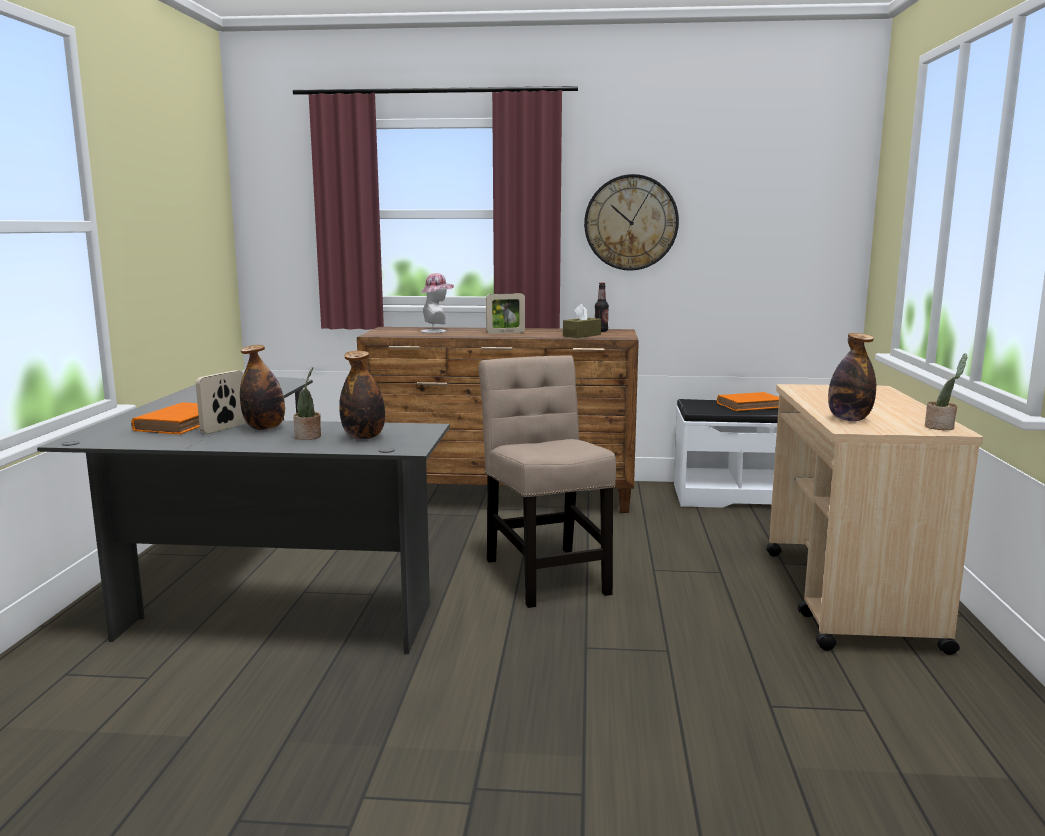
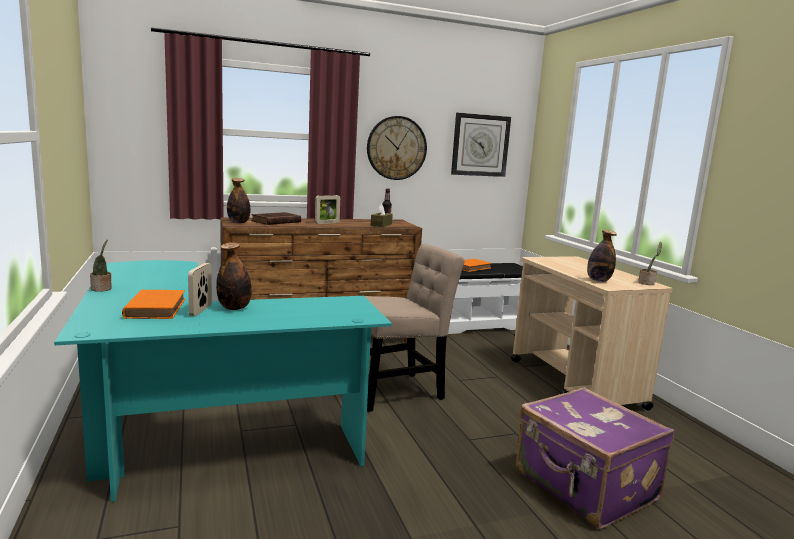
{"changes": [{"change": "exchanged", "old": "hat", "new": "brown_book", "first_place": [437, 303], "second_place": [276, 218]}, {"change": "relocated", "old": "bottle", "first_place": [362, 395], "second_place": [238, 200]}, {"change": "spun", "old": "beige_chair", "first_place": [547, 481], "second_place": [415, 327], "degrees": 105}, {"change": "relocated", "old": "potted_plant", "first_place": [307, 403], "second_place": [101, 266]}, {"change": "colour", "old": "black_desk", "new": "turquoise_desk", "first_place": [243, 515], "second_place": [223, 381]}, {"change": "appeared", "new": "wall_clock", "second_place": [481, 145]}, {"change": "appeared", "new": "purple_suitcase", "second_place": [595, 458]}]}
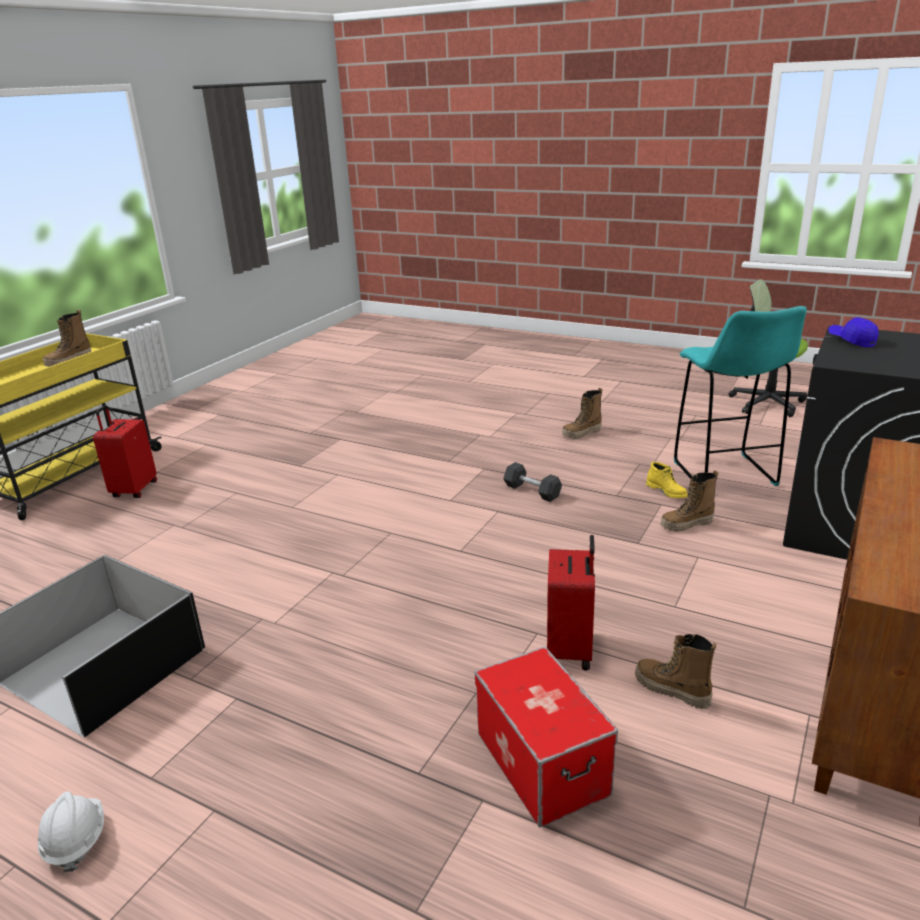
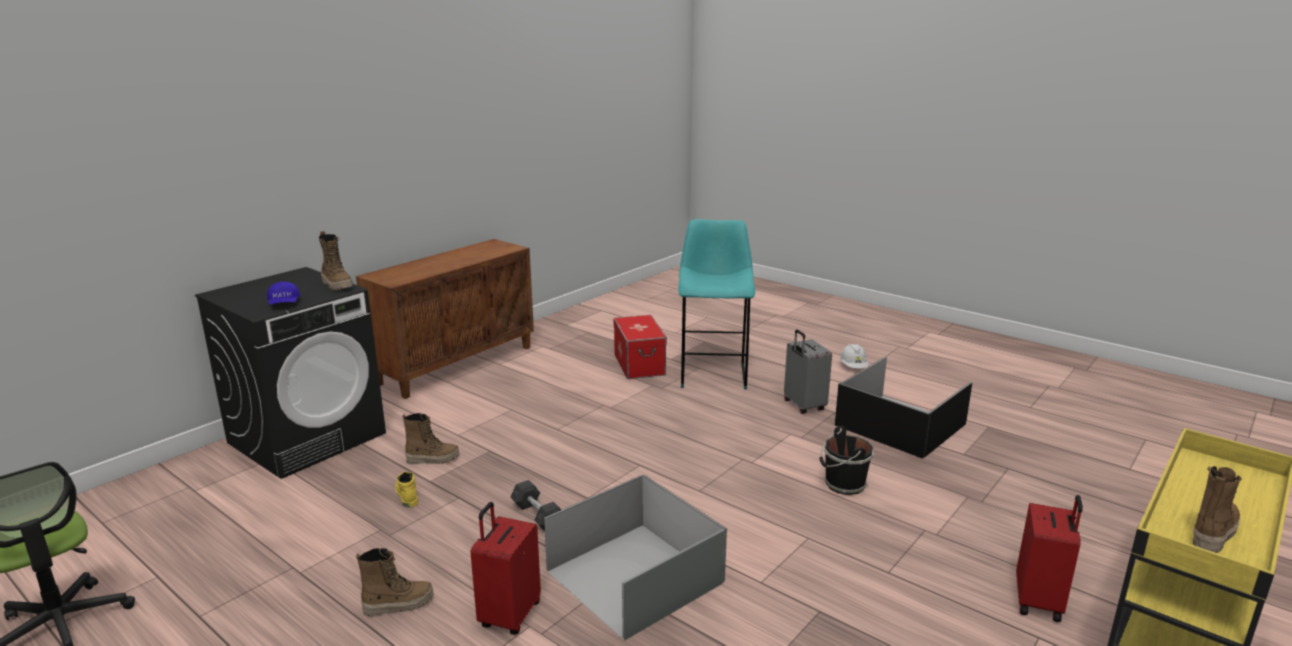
{"changes": [{"change": "relocated", "old": "turquoise_stool", "first_place": [740, 396], "second_place": [717, 304]}, {"change": "relocated", "old": "red_suitcase", "first_place": [571, 603], "second_place": [505, 568]}, {"change": "relocated", "old": "boot", "first_place": [675, 671], "second_place": [336, 260]}, {"change": "appeared", "new": "grey_suitcase", "second_place": [808, 371]}, {"change": "appeared", "new": "black_bucket", "second_place": [847, 460]}, {"change": "appeared", "new": "grey_storage_box", "second_place": [635, 557]}]}
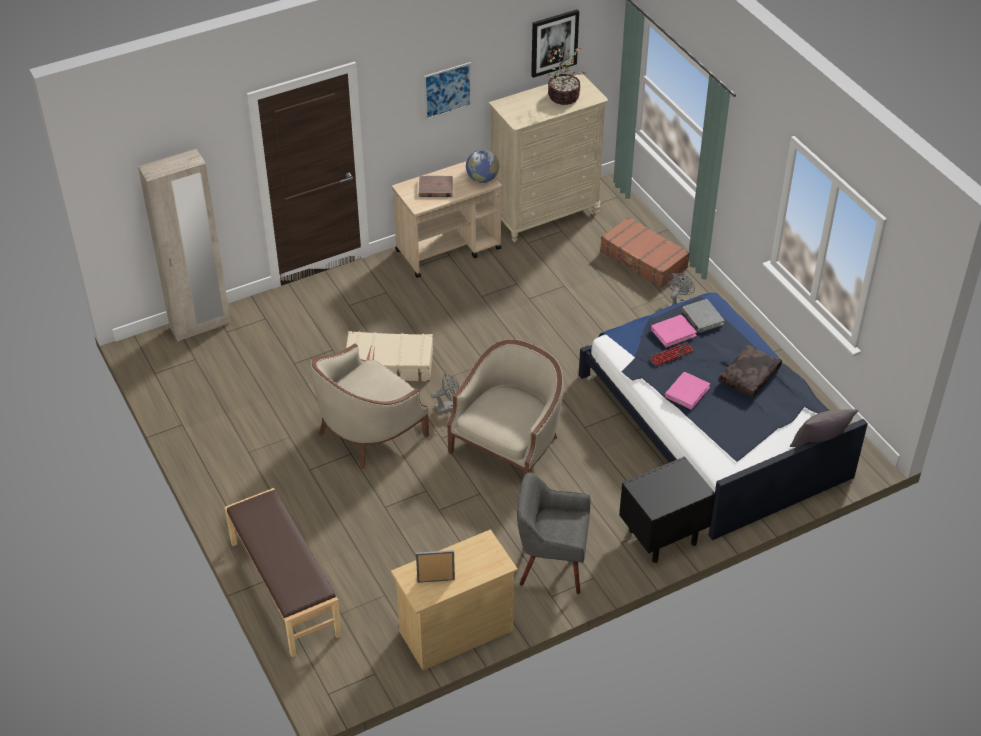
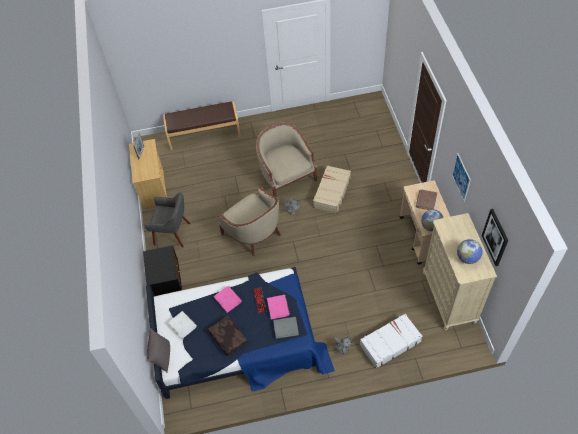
{"changes": [{"change": "exchanged", "old": "potted_plant", "new": "globe", "first_place": [566, 76], "second_place": [469, 251]}, {"change": "missing", "old": "beige_wardrobe", "first_place": [184, 245]}, {"change": "colour", "old": "brown_suitcase", "new": "white_suitcase", "first_place": [645, 252], "second_place": [391, 341]}, {"change": "spun", "old": "grey_armchair", "first_place": [554, 533], "second_place": [167, 220], "degrees": 75}, {"change": "appeared", "new": "white_book", "second_place": [182, 325]}]}
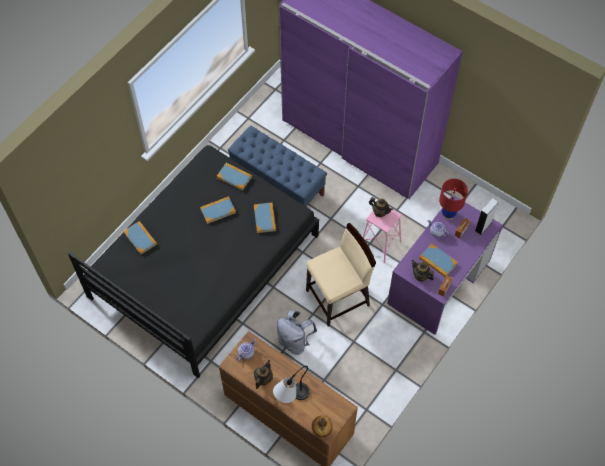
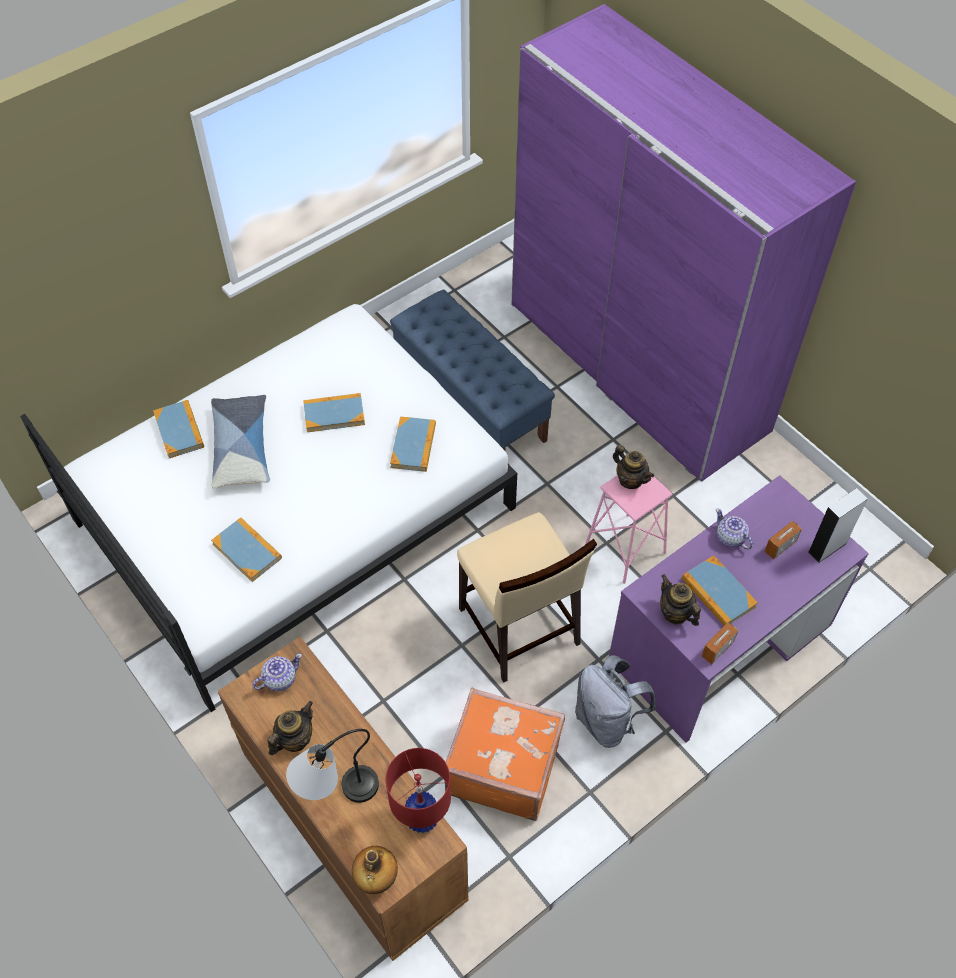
{"changes": [{"change": "colour", "old": "black_bed", "new": "white_bed", "first_place": [193, 261], "second_place": [268, 508]}, {"change": "relocated", "old": "book", "first_place": [234, 177], "second_place": [246, 549]}, {"change": "relocated", "old": "red_table_lamp", "first_place": [453, 199], "second_place": [418, 791]}, {"change": "spun", "old": "beige_chair", "first_place": [341, 274], "second_place": [527, 597], "degrees": 75}, {"change": "relocated", "old": "grey_backpack", "first_place": [297, 332], "second_place": [615, 701]}, {"change": "appeared", "new": "pillow", "second_place": [240, 442]}, {"change": "appeared", "new": "orange_suitcase", "second_place": [505, 754]}]}
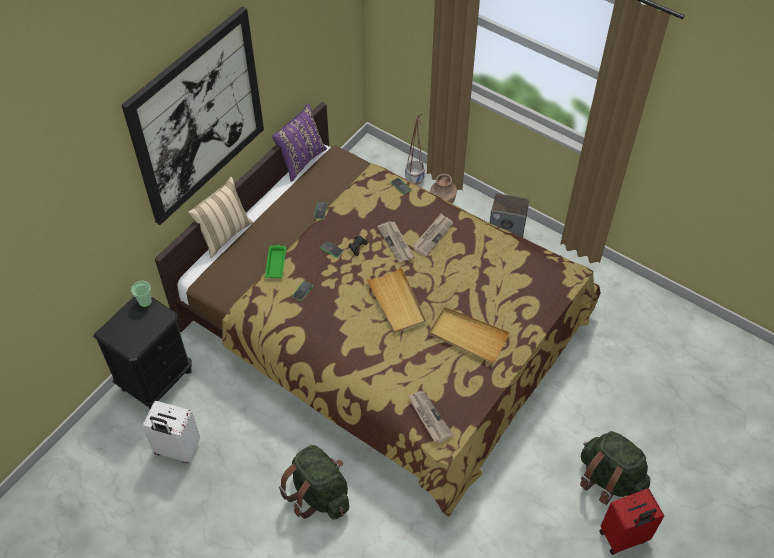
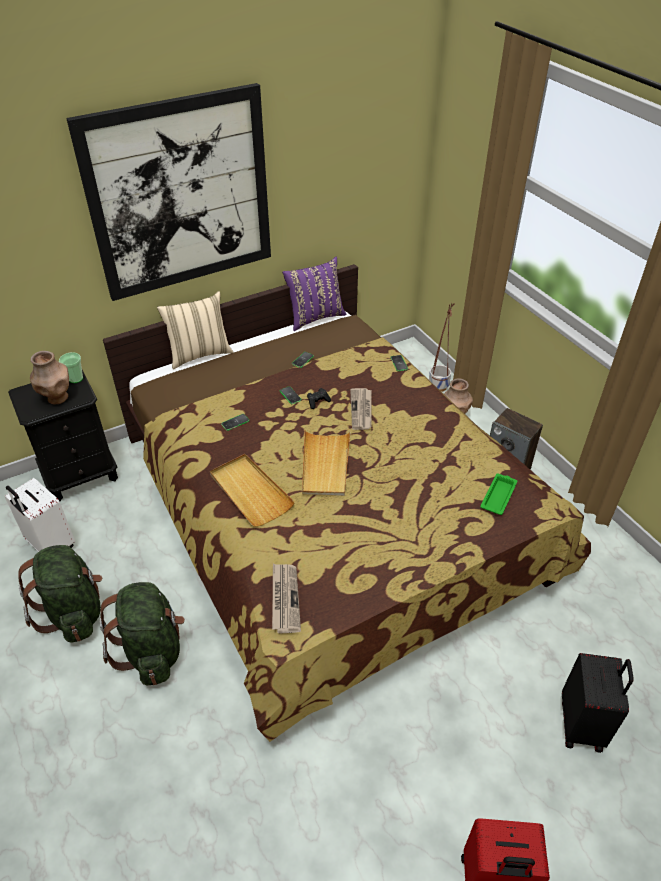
{"changes": [{"change": "missing", "old": "newspaper", "first_place": [433, 235]}, {"change": "relocated", "old": "green_tray", "first_place": [275, 261], "second_place": [498, 494]}, {"change": "relocated", "old": "beige_tray", "first_place": [469, 335], "second_place": [252, 490]}, {"change": "relocated", "old": "green_backpack", "first_place": [615, 468], "second_place": [60, 593]}, {"change": "appeared", "new": "brown_vase", "second_place": [49, 377]}, {"change": "appeared", "new": "black_suitcase", "second_place": [597, 703]}]}
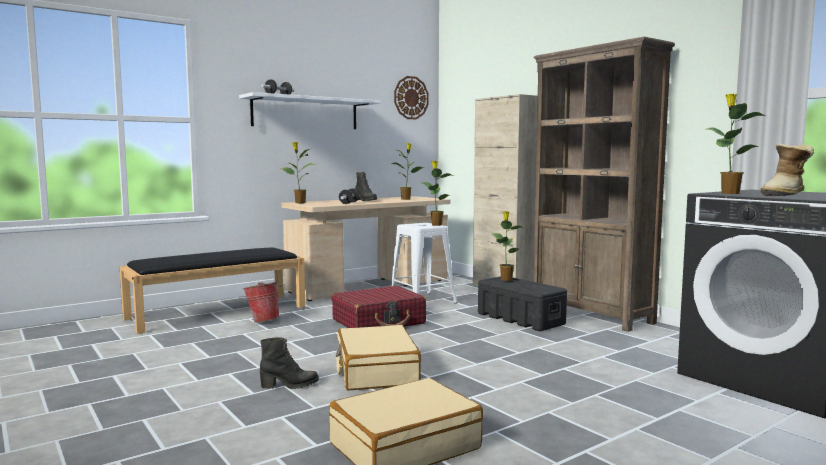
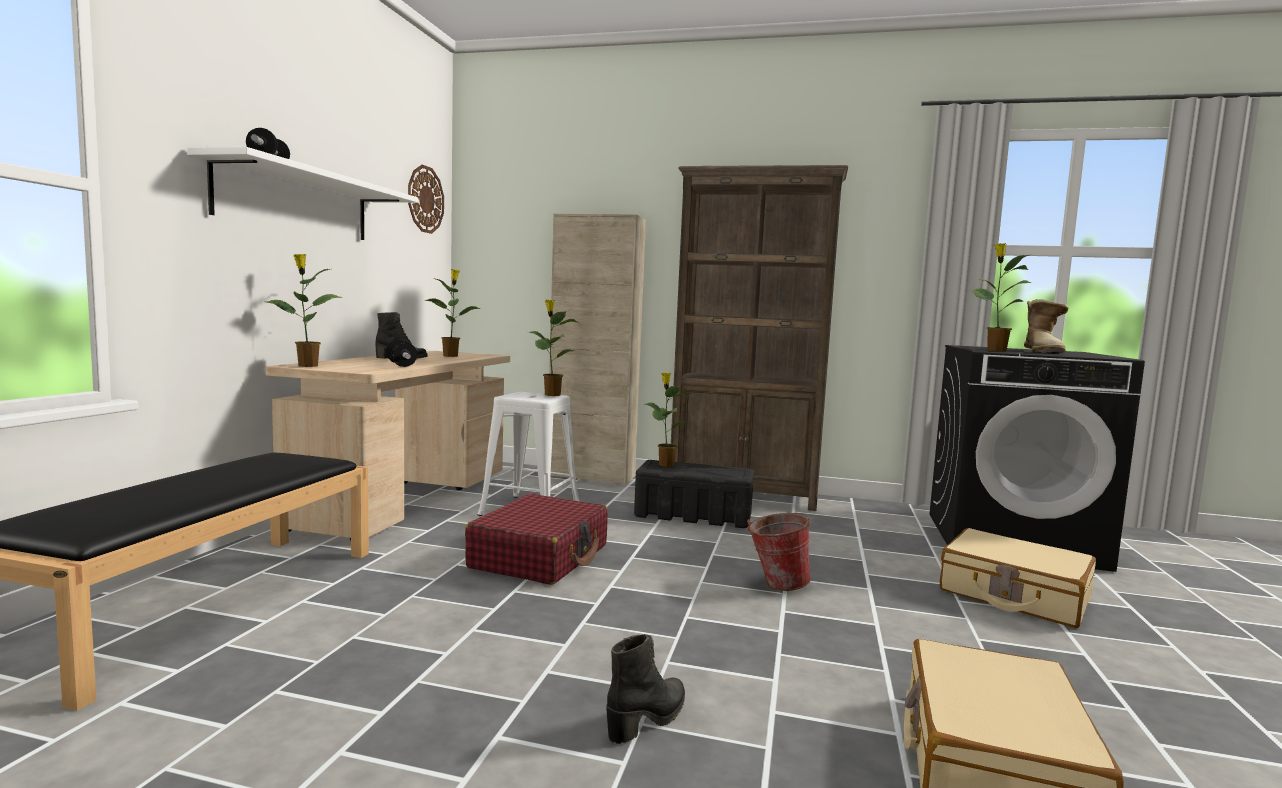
{"changes": [{"change": "relocated", "old": "bucket", "first_place": [262, 302], "second_place": [780, 552]}, {"change": "relocated", "old": "beige_suitcase", "first_place": [378, 357], "second_place": [1018, 578]}]}
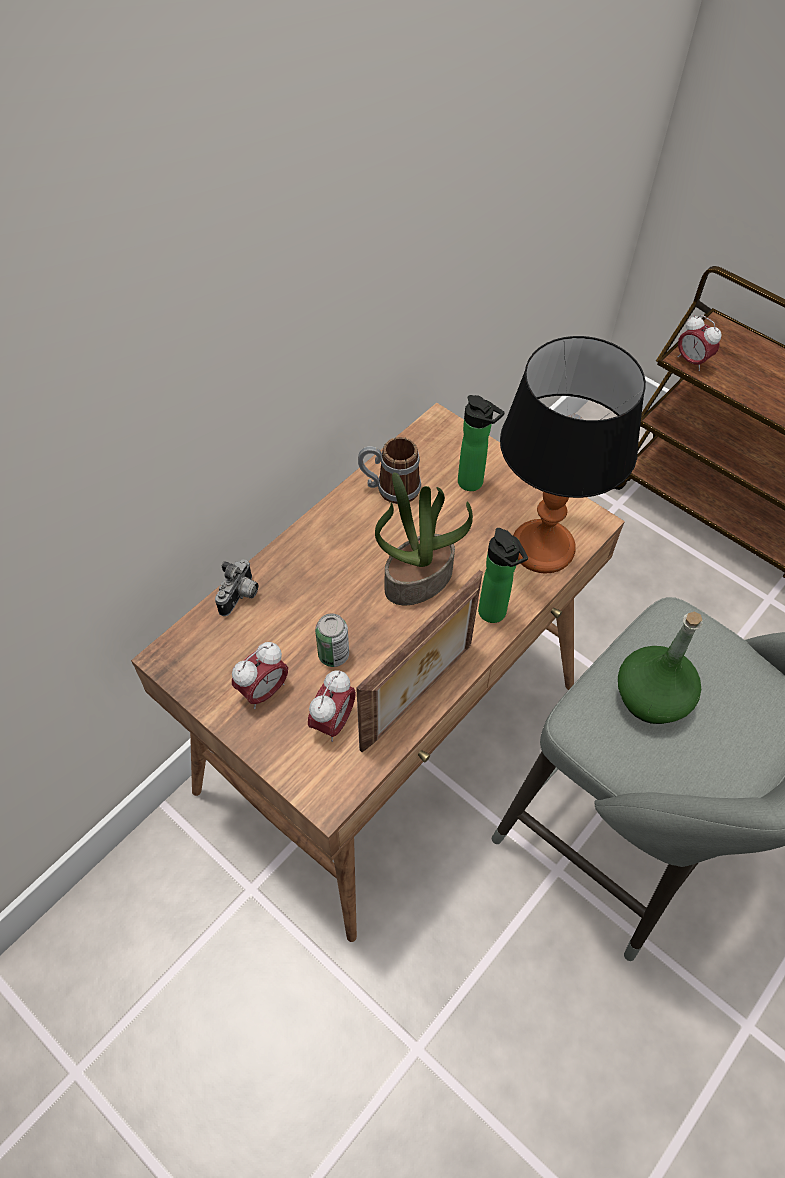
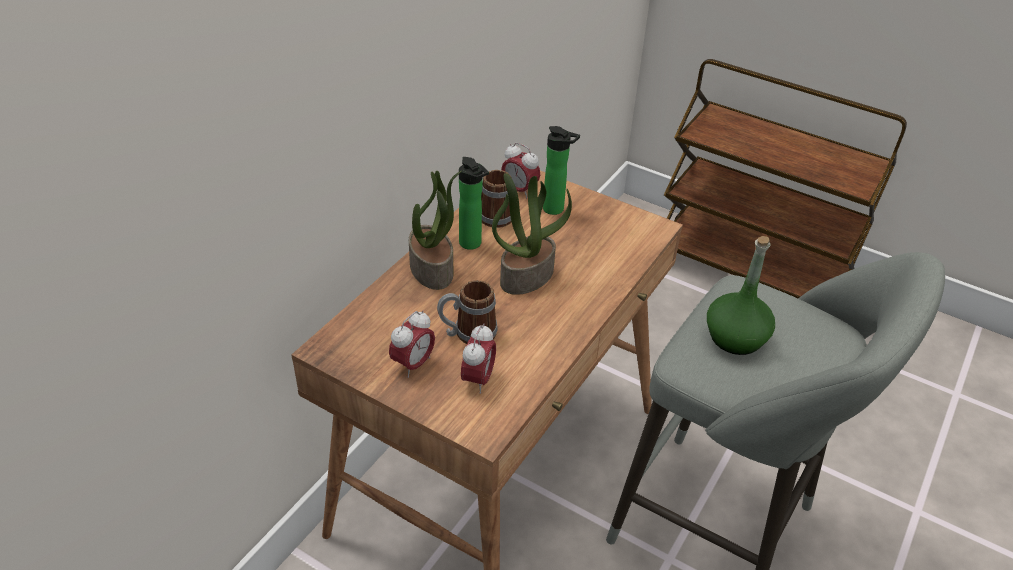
{"changes": [{"change": "relocated", "old": "alarm_clock", "first_place": [699, 343], "second_place": [520, 170]}, {"change": "missing", "old": "table_lamp", "first_place": [573, 455]}, {"change": "relocated", "old": "bottle", "first_place": [503, 575], "second_place": [474, 203]}, {"change": "missing", "old": "photo_camera", "first_place": [237, 587]}, {"change": "missing", "old": "picture_frame", "first_place": [419, 661]}, {"change": "exchanged", "old": "can", "new": "mug", "first_place": [332, 640], "second_place": [467, 312]}, {"change": "appeared", "new": "potted_plant", "second_place": [435, 230]}]}
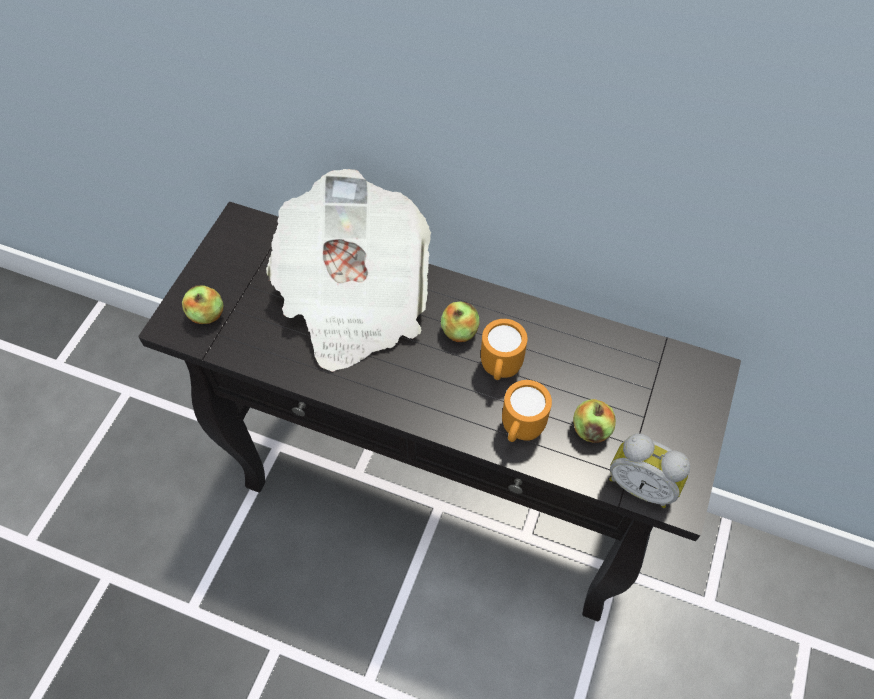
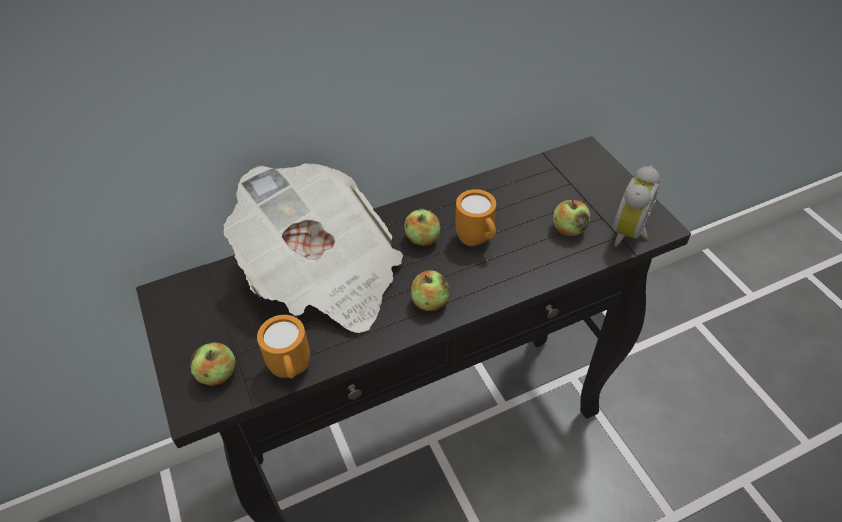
{"changes": [{"change": "relocated", "old": "orange_mug", "first_place": [527, 411], "second_place": [283, 346]}, {"change": "spun", "old": "alarm_clock", "first_place": [649, 470], "second_place": [636, 206], "degrees": 135}, {"change": "appeared", "new": "apple", "second_place": [430, 290]}]}
